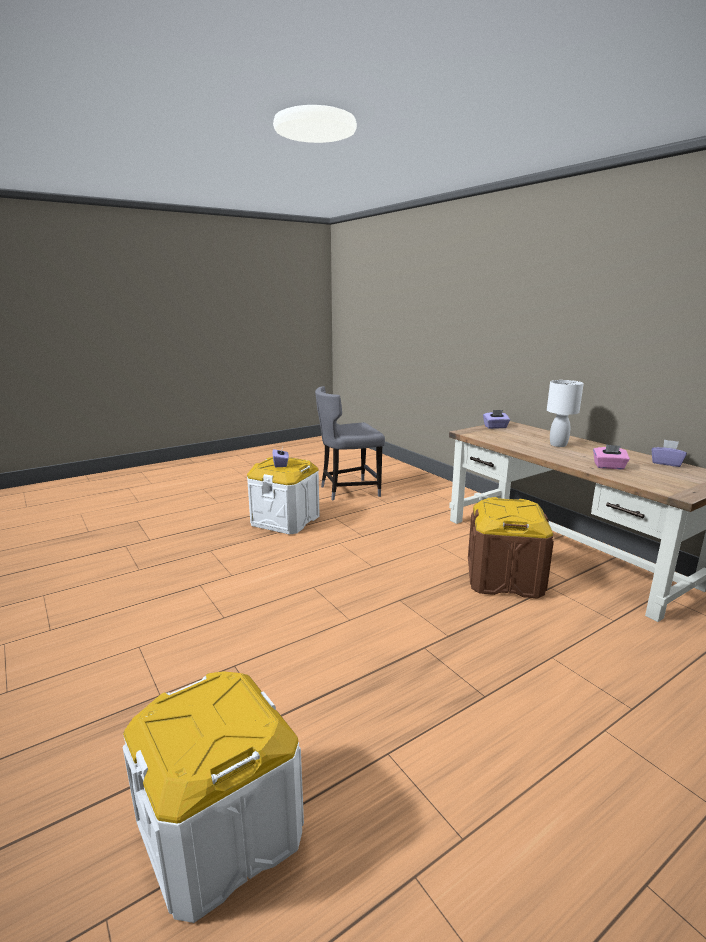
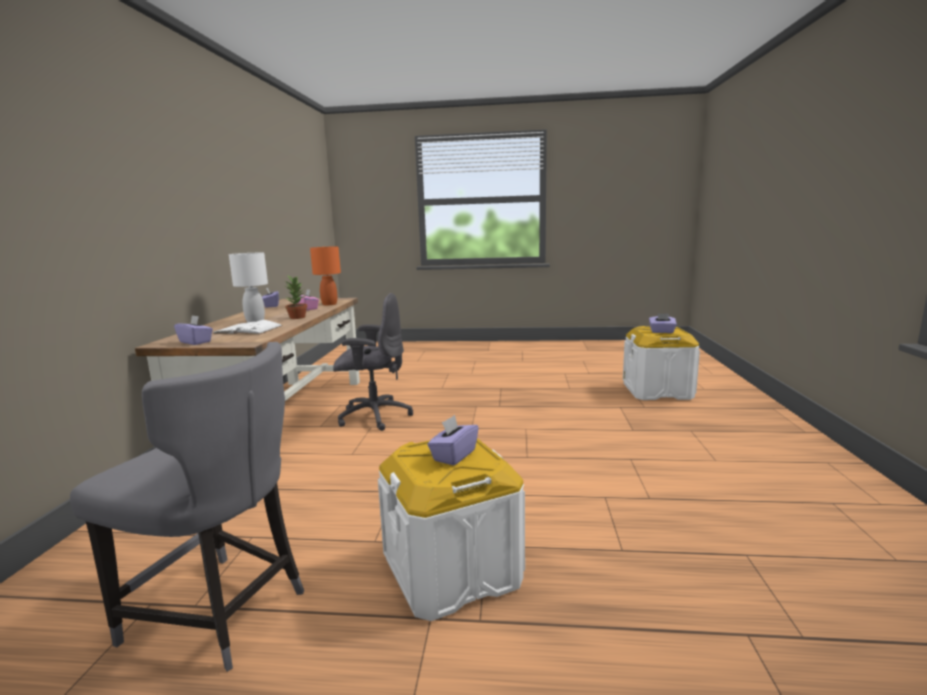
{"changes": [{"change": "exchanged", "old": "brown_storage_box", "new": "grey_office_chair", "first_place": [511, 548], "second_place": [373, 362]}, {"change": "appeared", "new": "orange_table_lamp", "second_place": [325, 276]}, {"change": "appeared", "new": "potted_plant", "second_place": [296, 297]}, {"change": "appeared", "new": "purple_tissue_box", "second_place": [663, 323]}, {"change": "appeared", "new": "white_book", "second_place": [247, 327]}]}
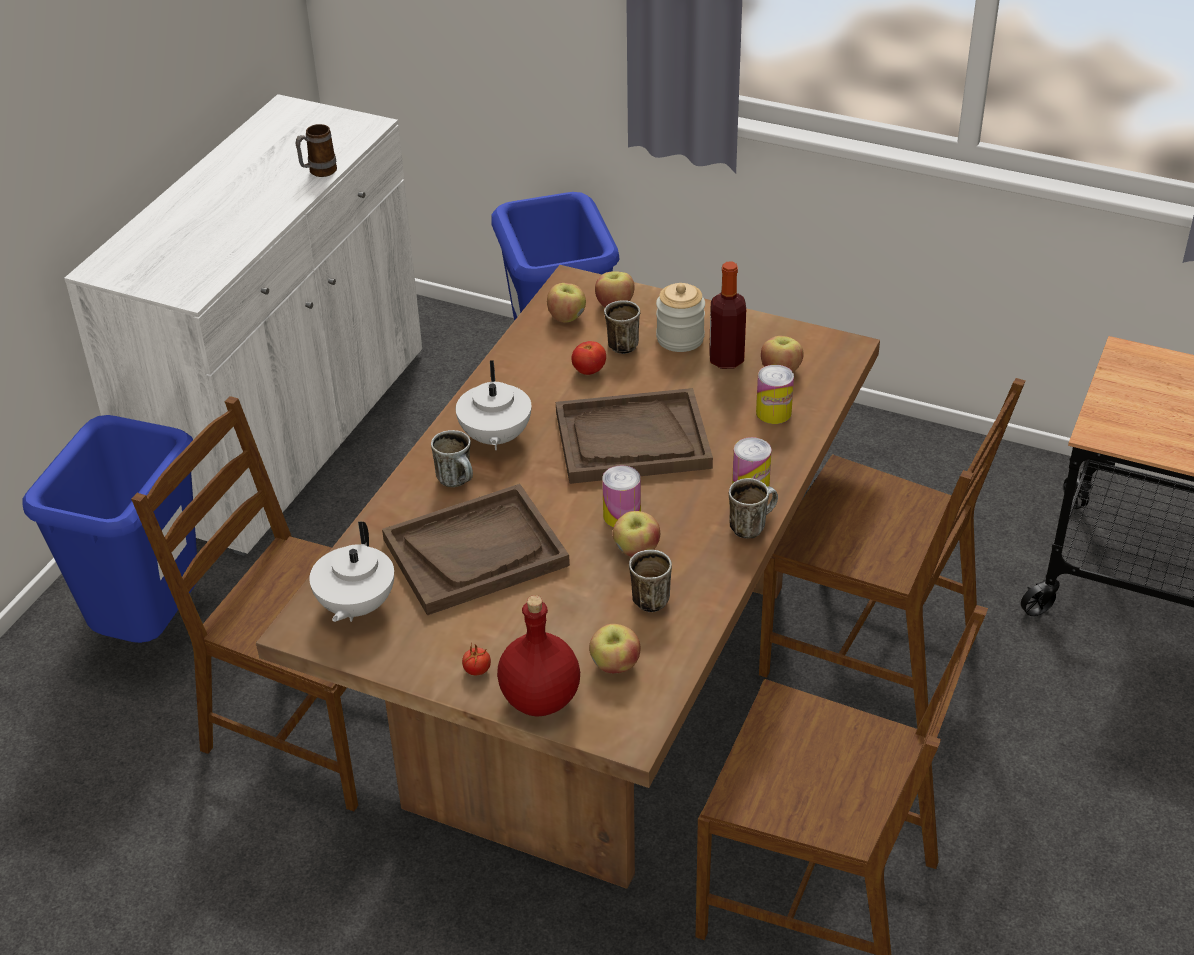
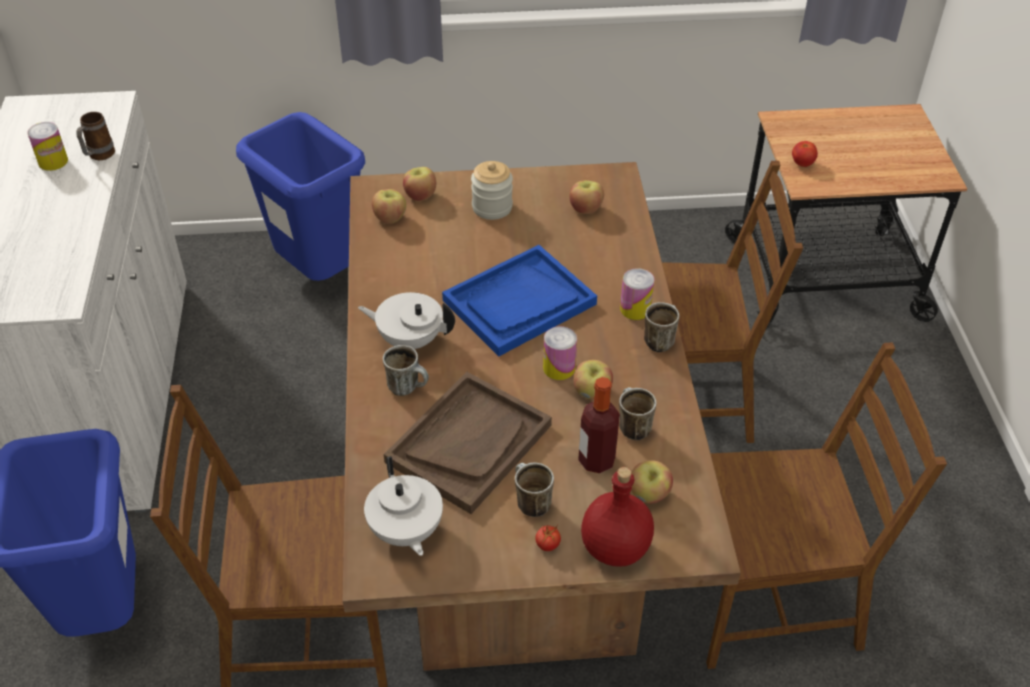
{"changes": [{"change": "relocated", "old": "bottle", "first_place": [727, 315], "second_place": [599, 425]}, {"change": "relocated", "old": "mug", "first_place": [622, 327], "second_place": [534, 489]}, {"change": "relocated", "old": "tomato", "first_place": [588, 358], "second_place": [805, 154]}, {"change": "spun", "old": "white_teapot", "first_place": [493, 405], "second_place": [406, 320], "degrees": 135}, {"change": "relocated", "old": "can", "first_place": [775, 394], "second_place": [47, 146]}, {"change": "colour", "old": "brown_tray", "new": "blue_tray", "first_place": [634, 436], "second_place": [519, 300]}]}
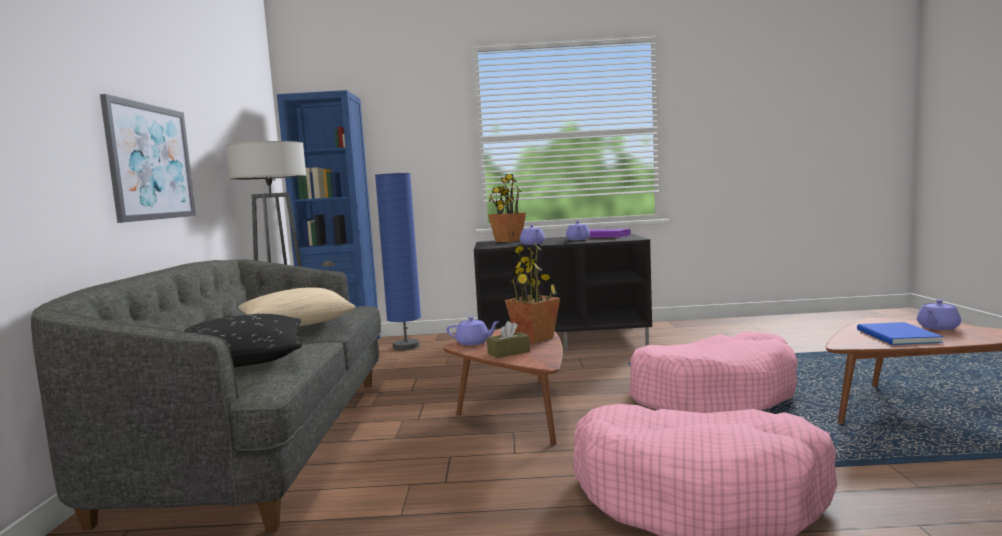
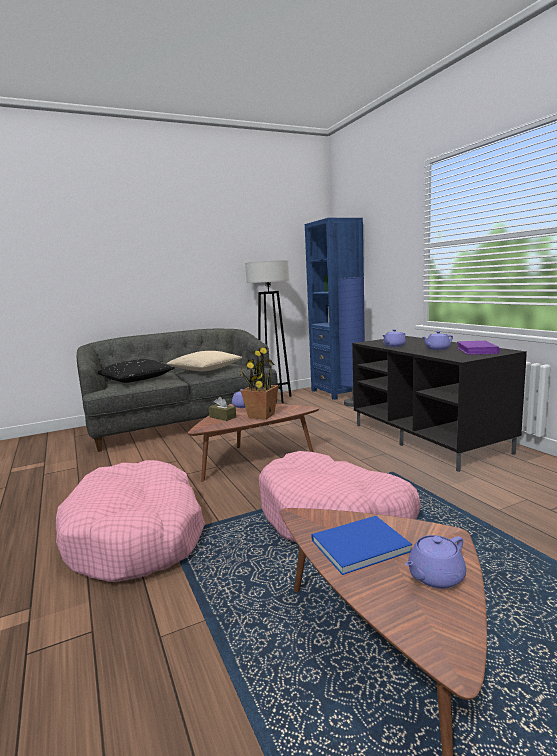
{"changes": [{"change": "missing", "old": "picture", "first_place": [148, 158]}, {"change": "missing", "old": "potted_plant", "first_place": [507, 208]}, {"change": "spun", "old": "purple_teapot", "first_place": [939, 315], "second_place": [435, 562], "degrees": -60}]}
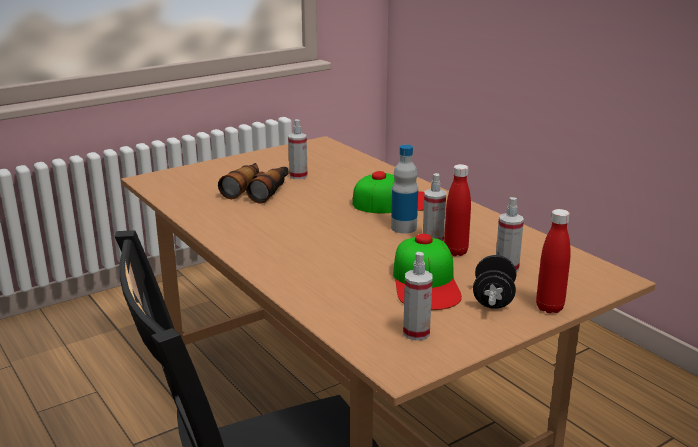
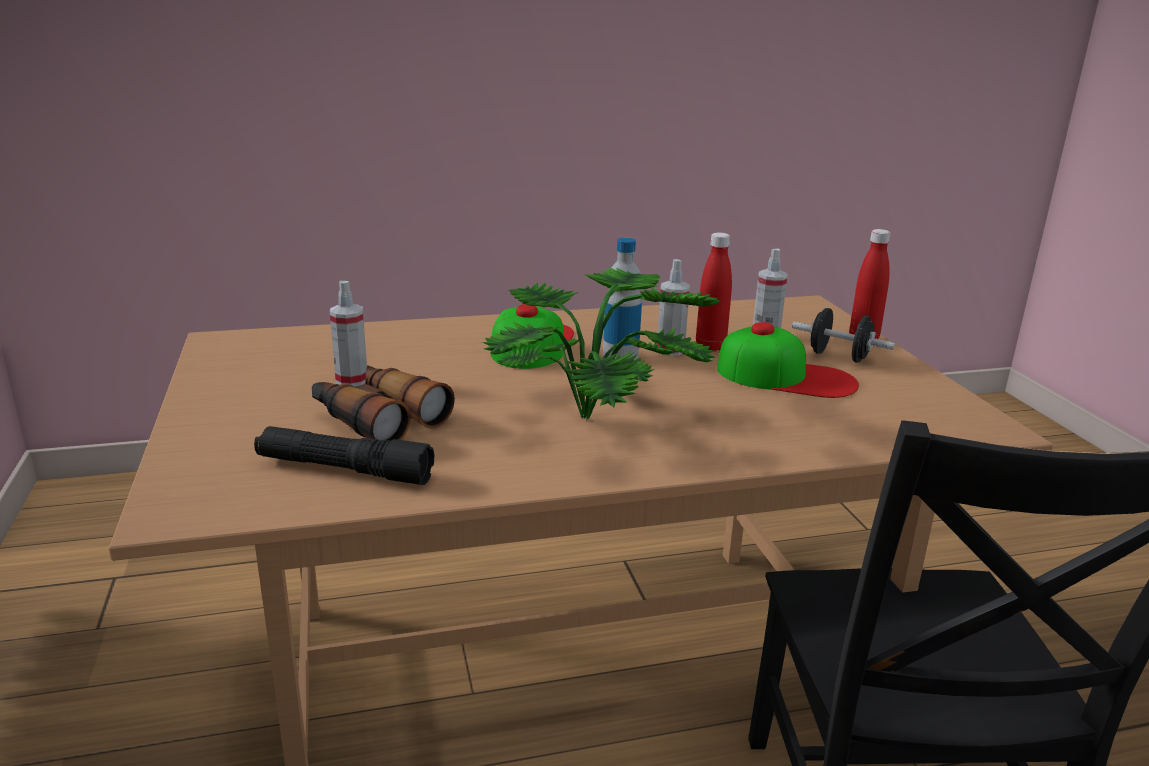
{"changes": [{"change": "missing", "old": "spray_bottle", "first_place": [418, 296]}, {"change": "appeared", "new": "potted_plant", "second_place": [601, 344]}, {"change": "appeared", "new": "black_flashlight", "second_place": [344, 455]}]}
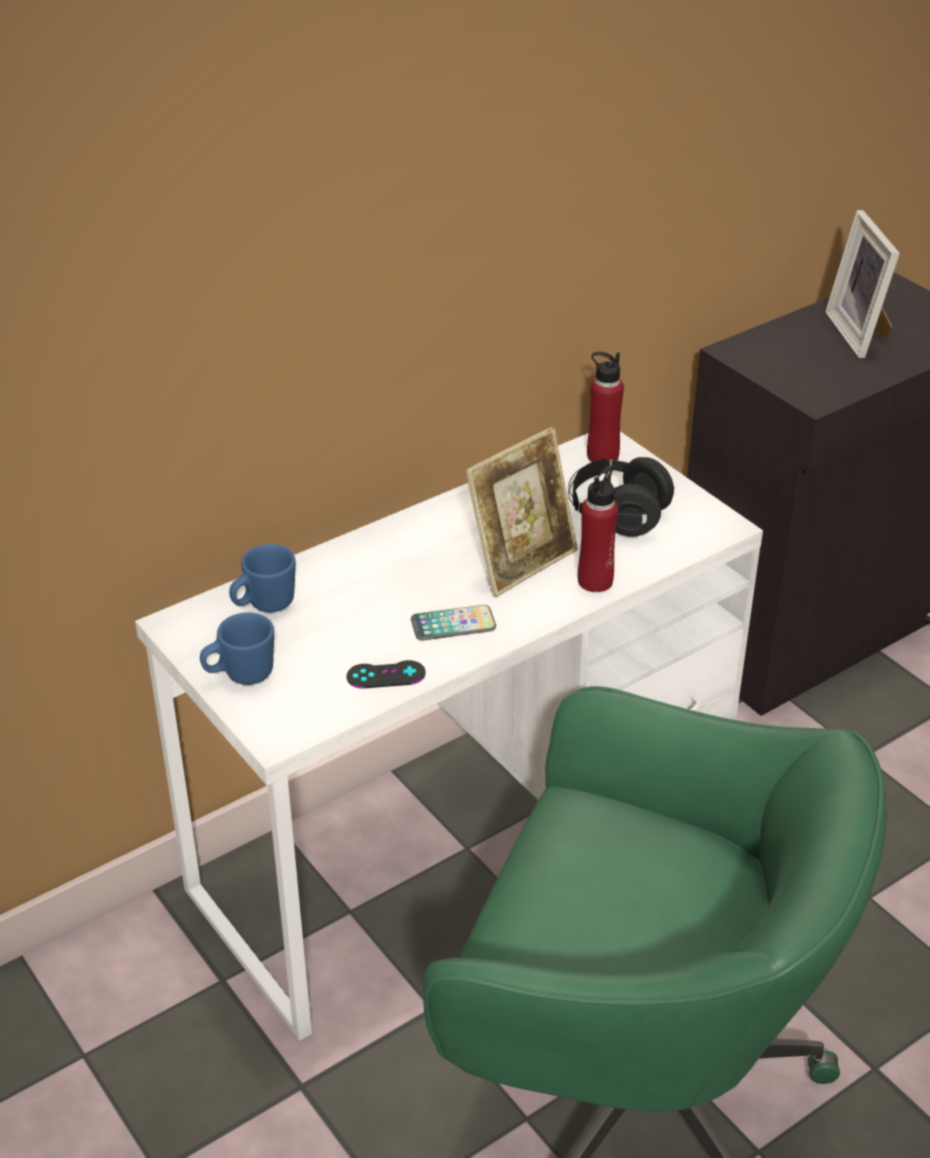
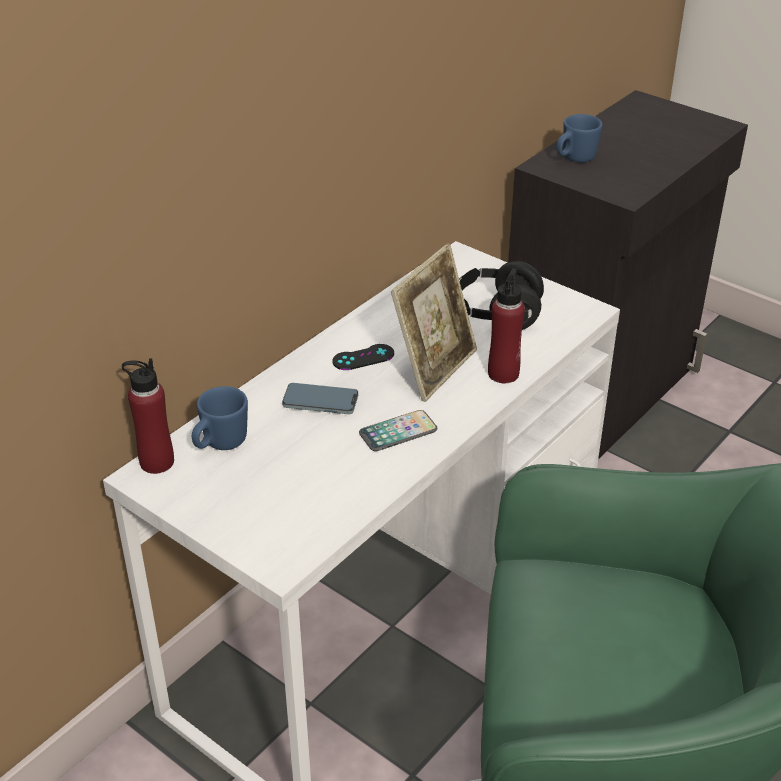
{"changes": [{"change": "missing", "old": "picture_frame", "first_place": [862, 284]}, {"change": "relocated", "old": "red_bottle", "first_place": [605, 407], "second_place": [148, 416]}, {"change": "relocated", "old": "blue_mug", "first_place": [237, 648], "second_place": [580, 138]}, {"change": "relocated", "old": "black_game_controller", "first_place": [386, 674], "second_place": [363, 357]}, {"change": "appeared", "new": "phone", "second_place": [320, 398]}]}
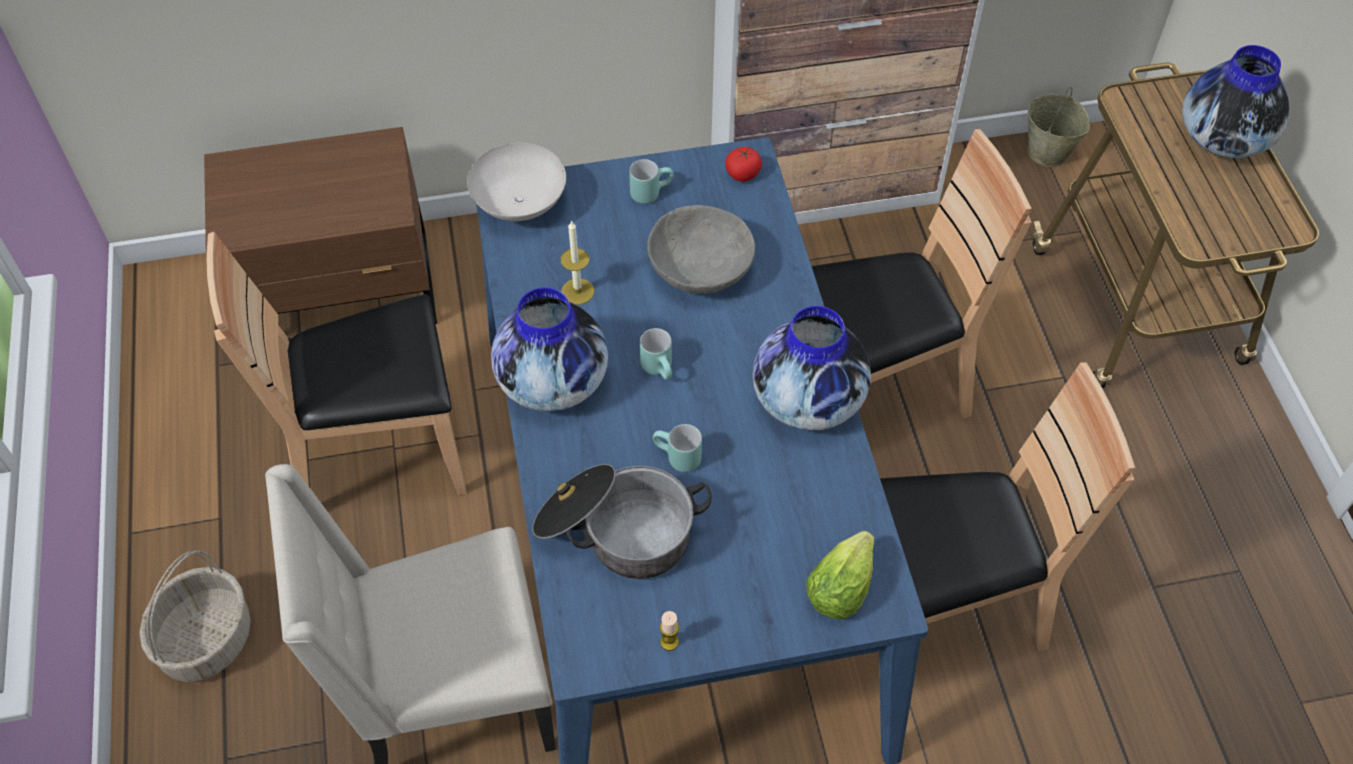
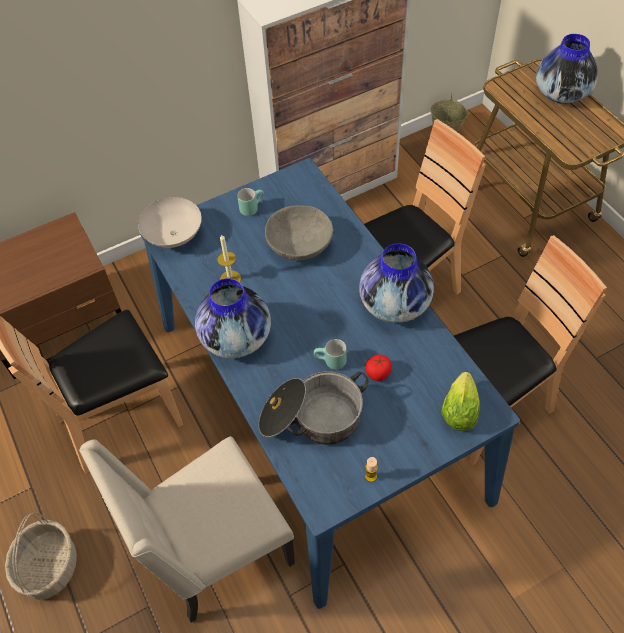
{"changes": [{"change": "relocated", "old": "tomato", "first_place": [743, 164], "second_place": [378, 367]}, {"change": "missing", "old": "turquoise_mug", "first_place": [656, 354]}]}
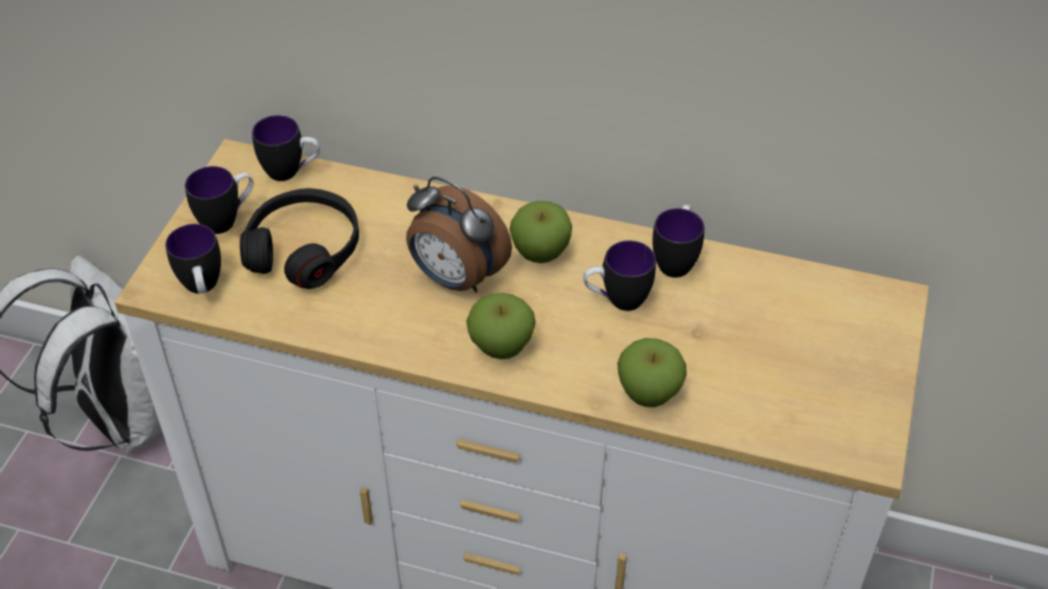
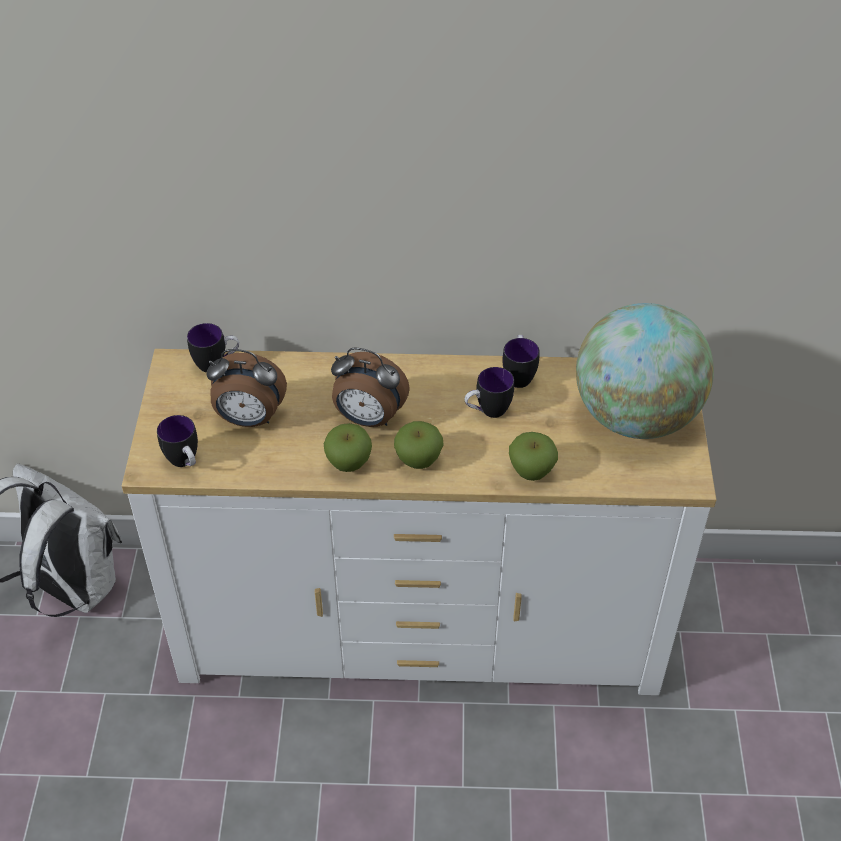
{"changes": [{"change": "missing", "old": "mug", "first_place": [219, 200]}, {"change": "exchanged", "old": "black_headphones", "new": "alarm_clock", "first_place": [299, 238], "second_place": [246, 388]}, {"change": "relocated", "old": "apple", "first_place": [540, 232], "second_place": [348, 447]}, {"change": "appeared", "new": "globe", "second_place": [645, 371]}]}
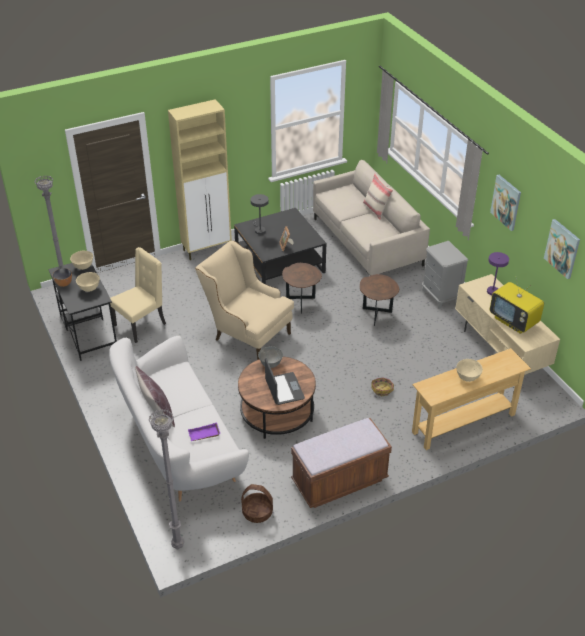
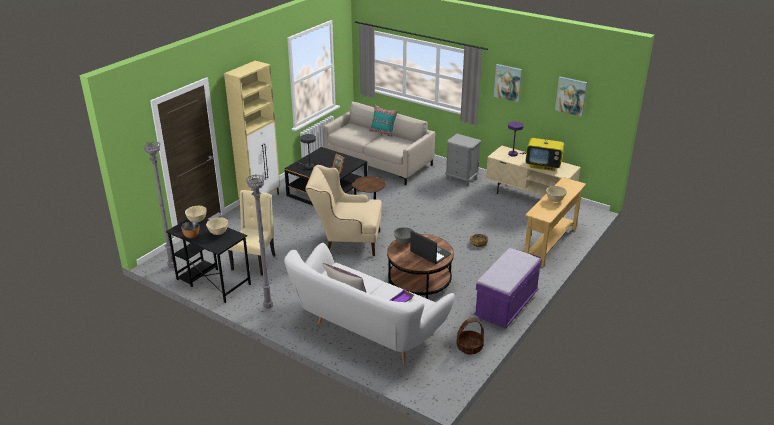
{"changes": [{"change": "colour", "old": "beige_pillow", "new": "turquoise_pillow", "first_place": [378, 196], "second_place": [383, 121]}, {"change": "missing", "old": "brown_side_table", "first_place": [379, 300]}, {"change": "relocated", "old": "grey_floor_lamp", "first_place": [166, 479], "second_place": [259, 242]}, {"change": "colour", "old": "brown_bench", "new": "purple_bench", "first_place": [341, 463], "second_place": [508, 288]}]}
